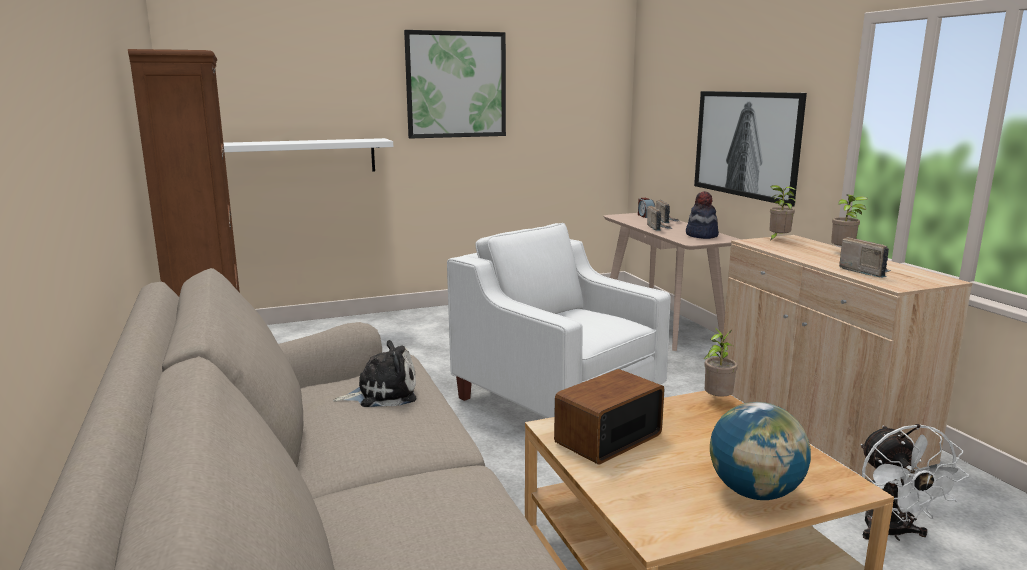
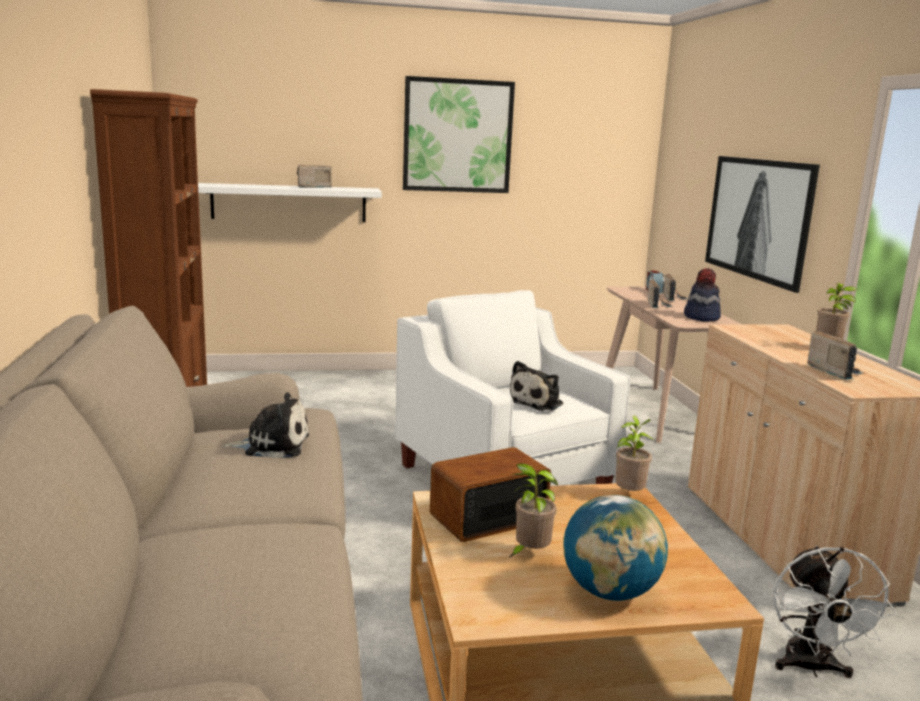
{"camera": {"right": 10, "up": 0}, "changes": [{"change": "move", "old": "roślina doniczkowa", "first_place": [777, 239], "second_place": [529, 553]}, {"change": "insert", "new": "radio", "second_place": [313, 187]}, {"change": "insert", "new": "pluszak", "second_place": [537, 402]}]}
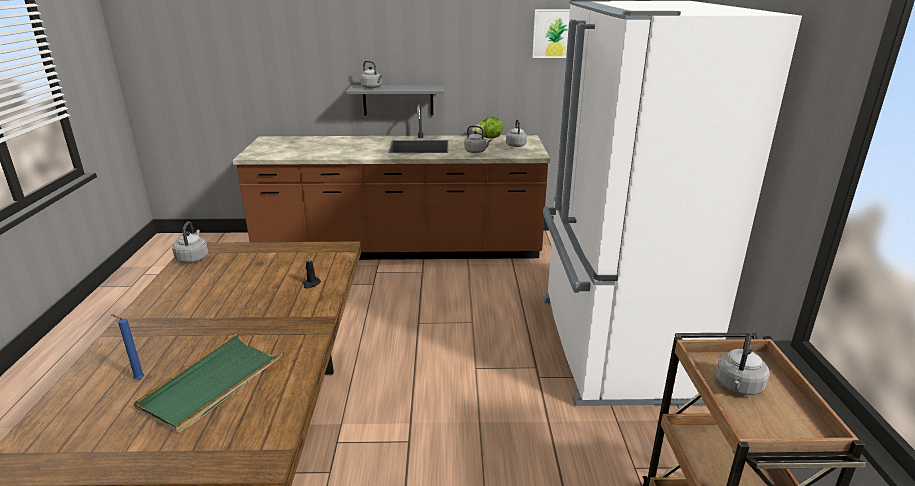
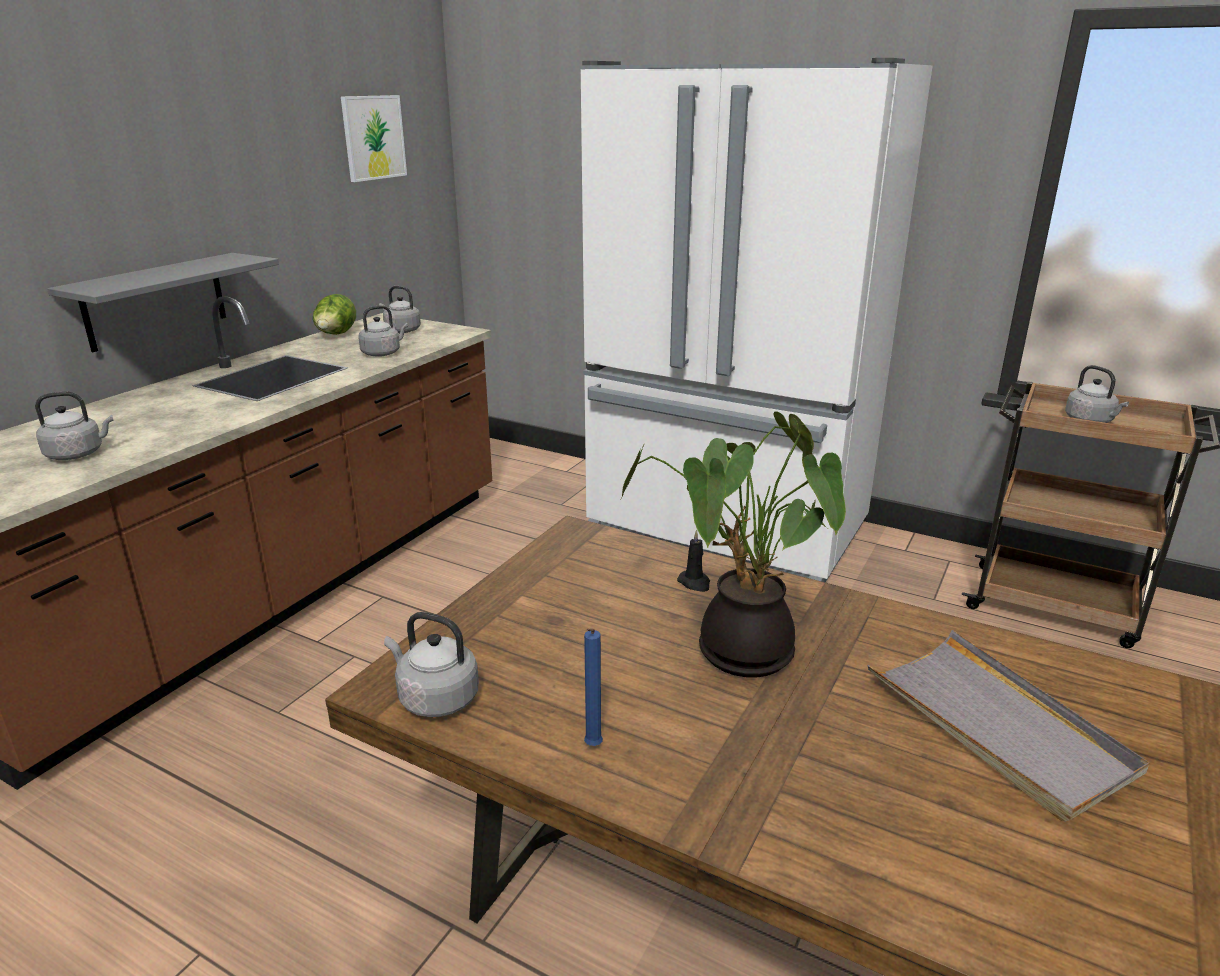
{"camera": {"right": -60, "up": 0}, "changes": [{"change": "move", "old": "świeca/niebieski", "first_place": [138, 379], "second_place": [592, 747]}, {"change": "recolor", "old": "taca/zielony", "new": "taca/szary", "first_place": [213, 384], "second_place": [998, 726]}, {"change": "move", "old": "czajnik/szary", "first_place": [372, 87], "second_place": [78, 454]}, {"change": "insert", "new": "roślina doniczkowa", "second_place": [736, 653]}]}
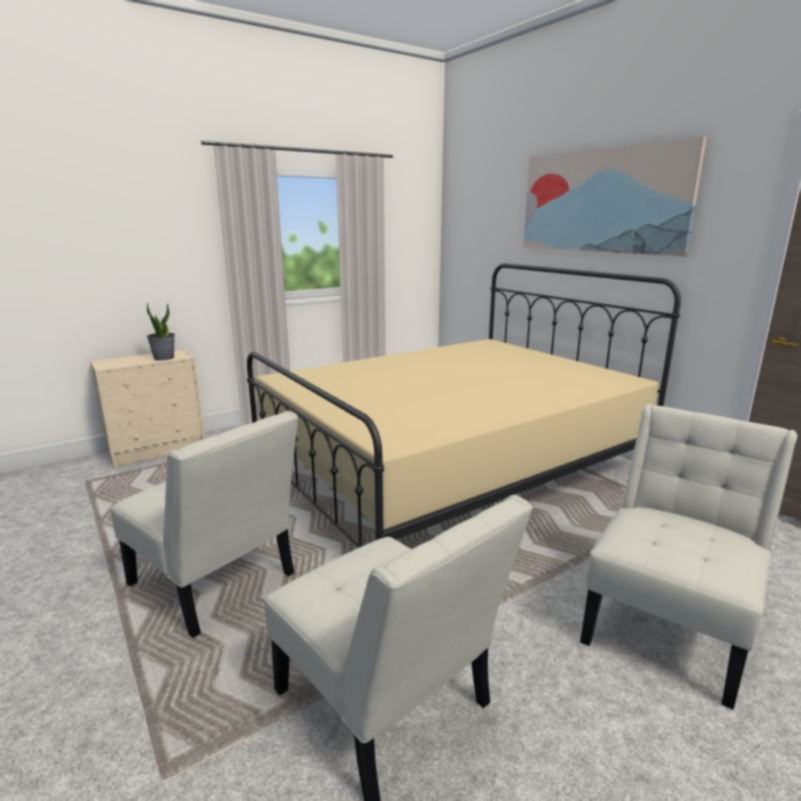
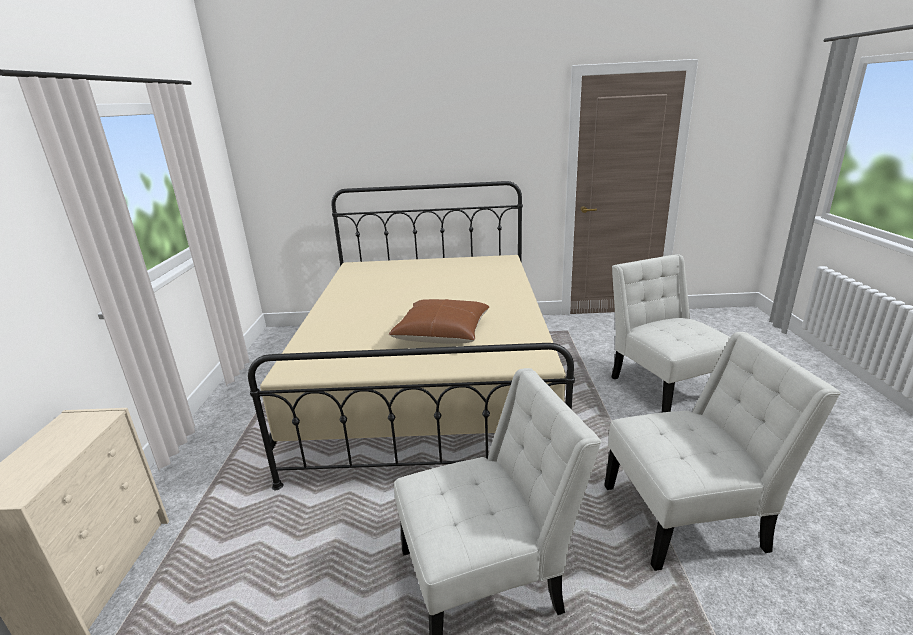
{"camera": {"right": -55, "up": 5}, "changes": [{"change": "delete", "old": "roślina doniczkowa", "first_place": [164, 358]}, {"change": "delete", "old": "obraz", "first_place": [601, 201]}, {"change": "insert", "new": "poduszka/brązowy", "second_place": [442, 333]}]}
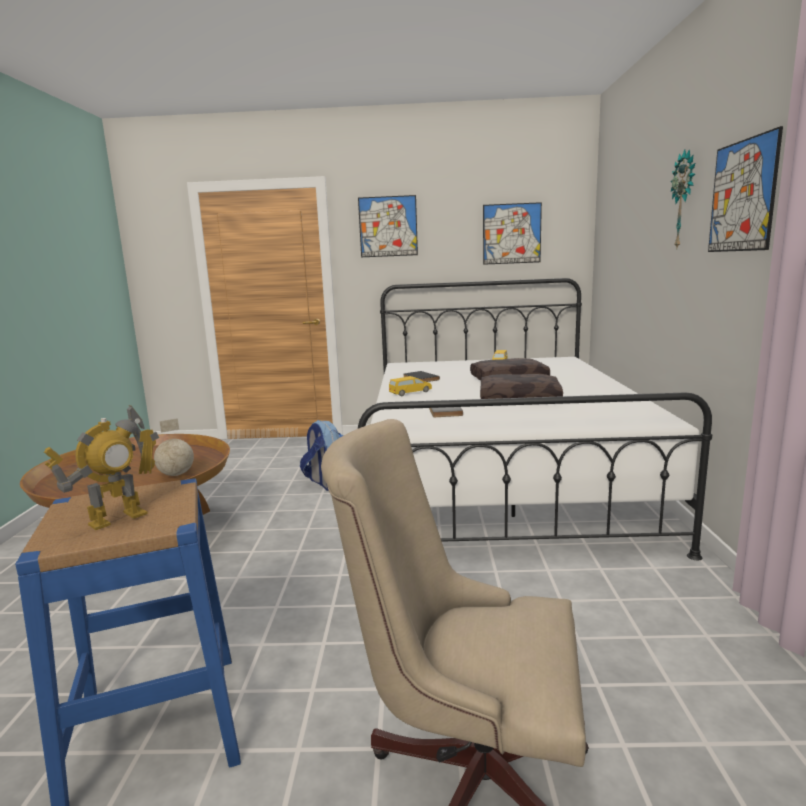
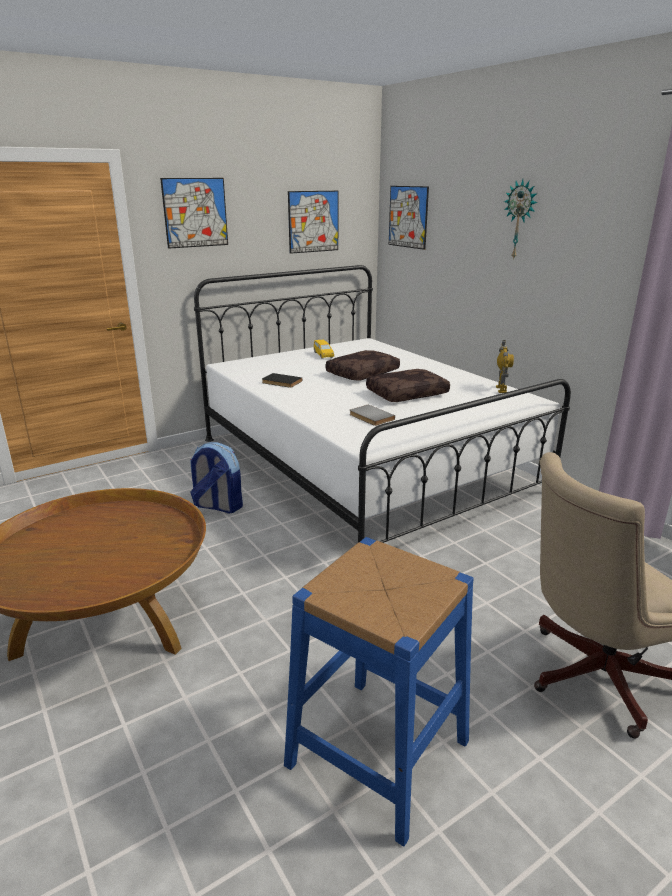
{"camera": {"right": -35, "up": 10}, "changes": [{"change": "move", "old": "robot zabawkowy", "first_place": [118, 518], "second_place": [501, 389]}, {"change": "delete", "old": "globus", "first_place": [177, 474]}, {"change": "delete", "old": "samochodzik/żółty", "first_place": [410, 393]}, {"change": "move", "old": "obraz", "first_place": [742, 196], "second_place": [408, 217]}]}
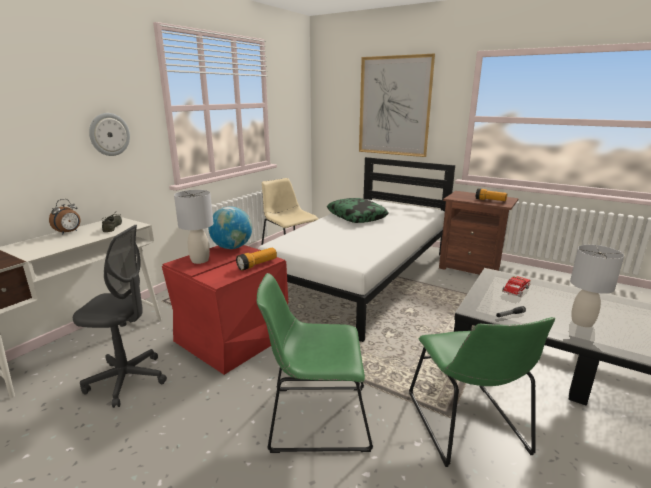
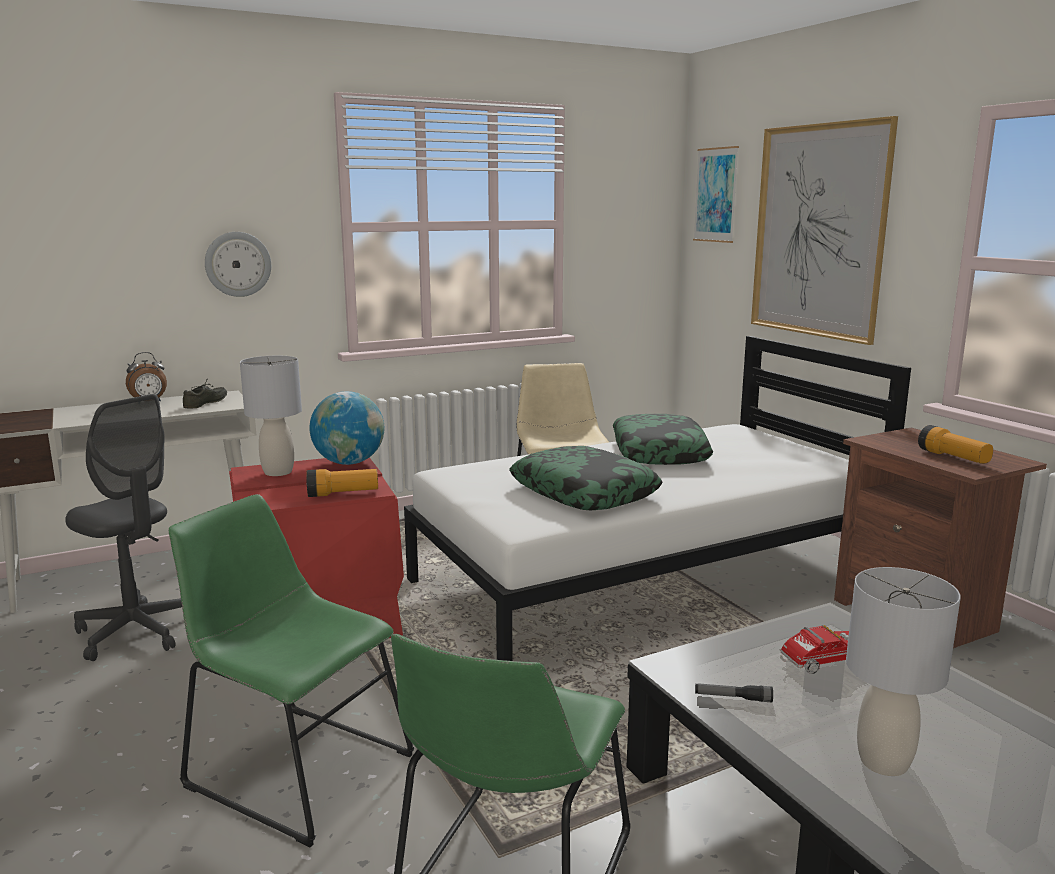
{"camera": {"right": 30, "up": -5}, "changes": [{"change": "insert", "new": "poduszka", "second_place": [584, 492]}, {"change": "insert", "new": "obraz", "second_place": [715, 195]}]}
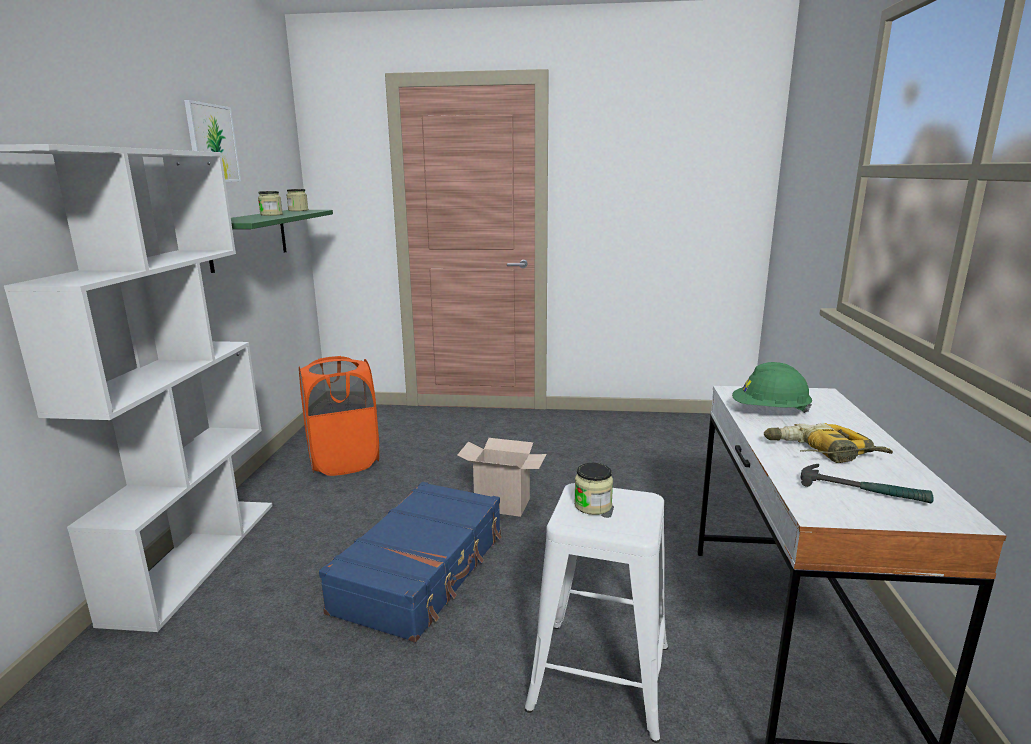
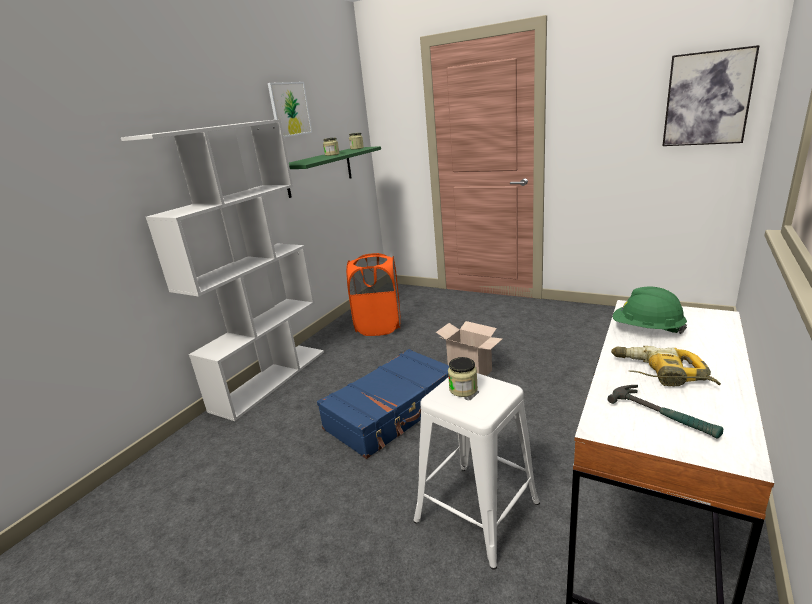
{"camera": {"right": 25, "up": 5}, "changes": [{"change": "insert", "new": "obraz", "second_place": [707, 99]}]}
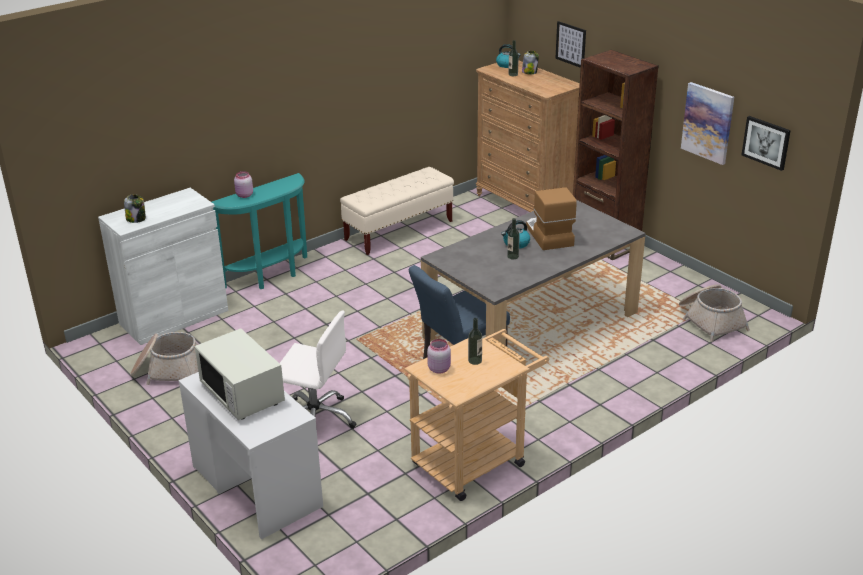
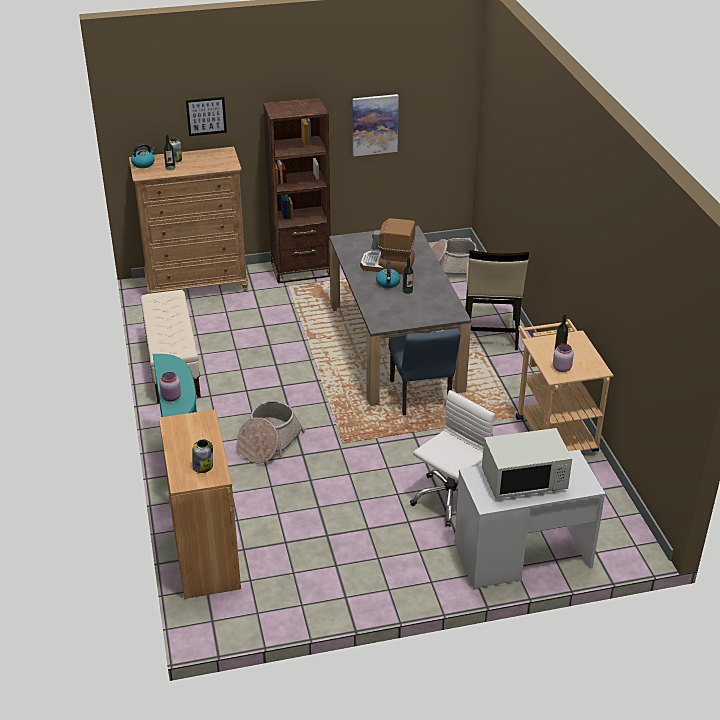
{"camera": {"right": -65, "up": 5}, "changes": [{"change": "recolor", "old": "szafka/biały", "new": "szafka/brązowy", "first_place": [174, 317], "second_place": [205, 553]}, {"change": "move", "old": "koszyk", "first_place": [168, 370], "second_place": [268, 443]}, {"change": "delete", "old": "obraz", "first_place": [766, 142]}, {"change": "insert", "new": "krzesło/beżowy", "second_place": [490, 333]}]}
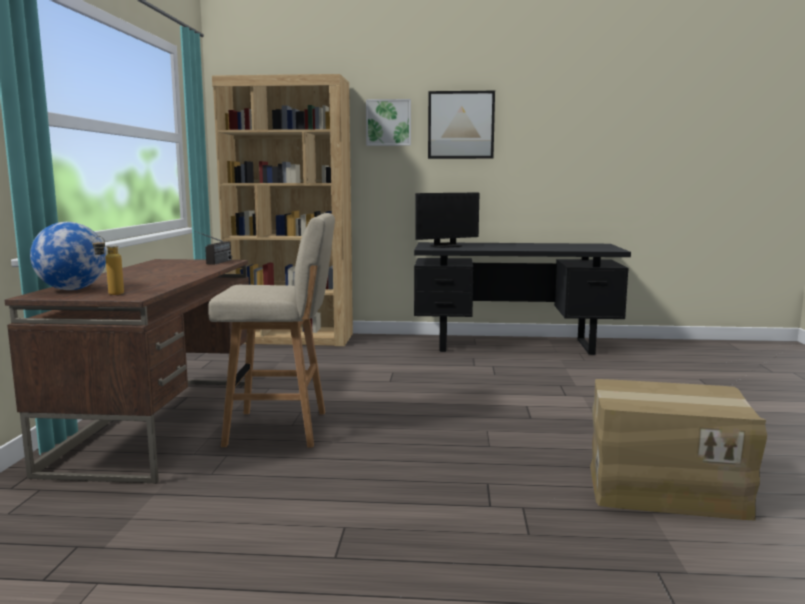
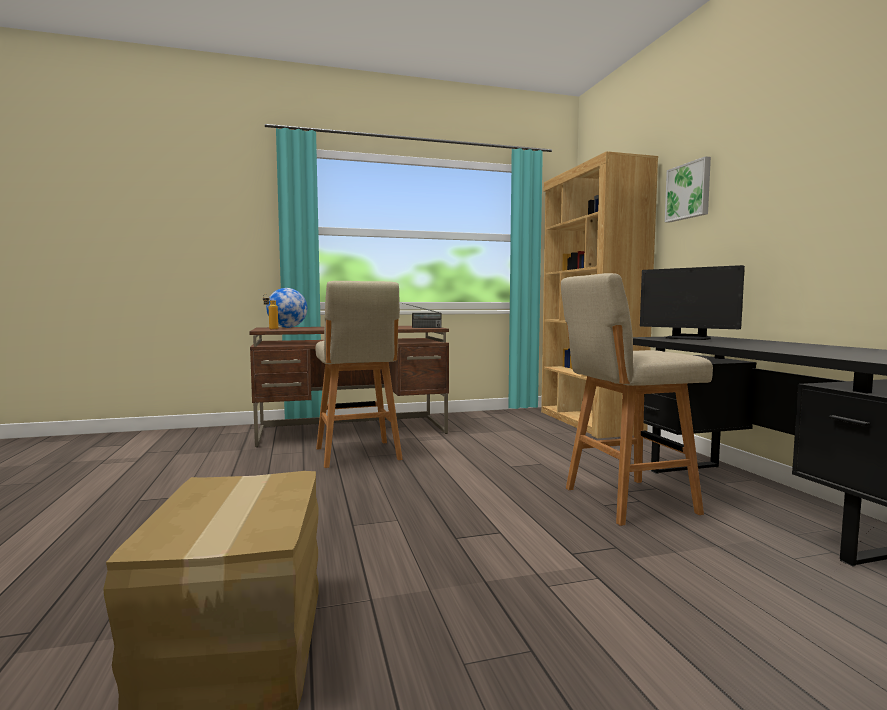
{"camera": {"right": 70, "up": -5}, "changes": [{"change": "delete", "old": "obraz", "first_place": [461, 125]}, {"change": "insert", "new": "stołek/beżowy", "second_place": [625, 501]}]}
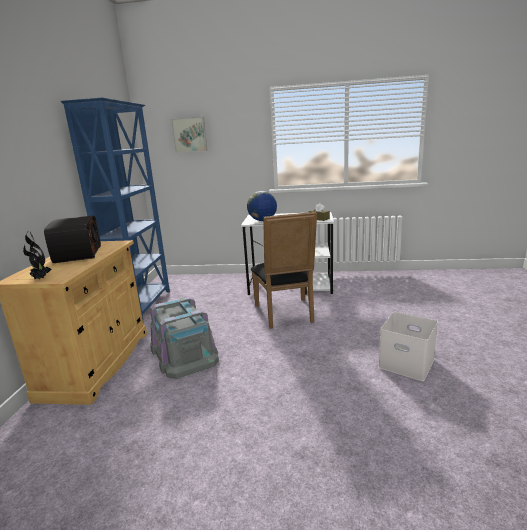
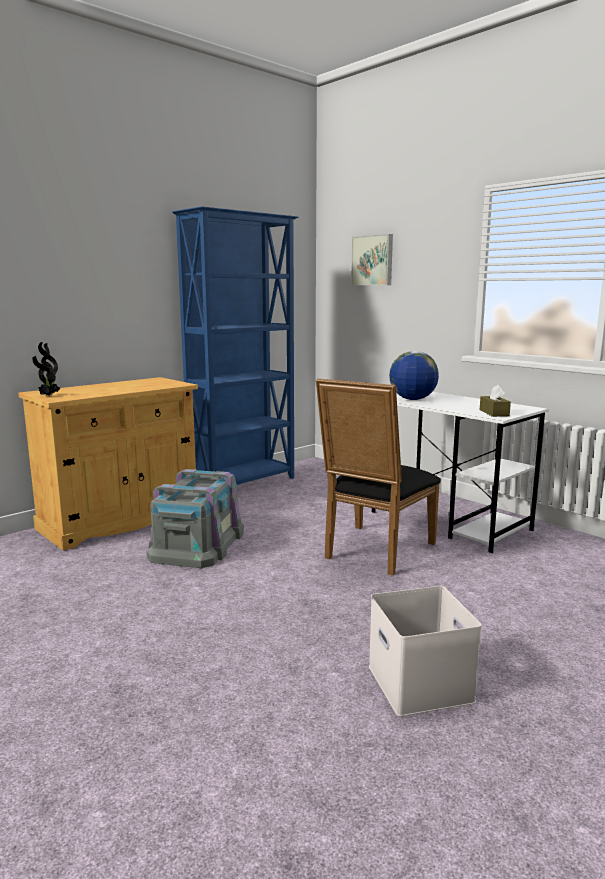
{"camera": {"right": 40, "up": -5}, "changes": [{"change": "delete", "old": "radio", "first_place": [77, 254]}]}
